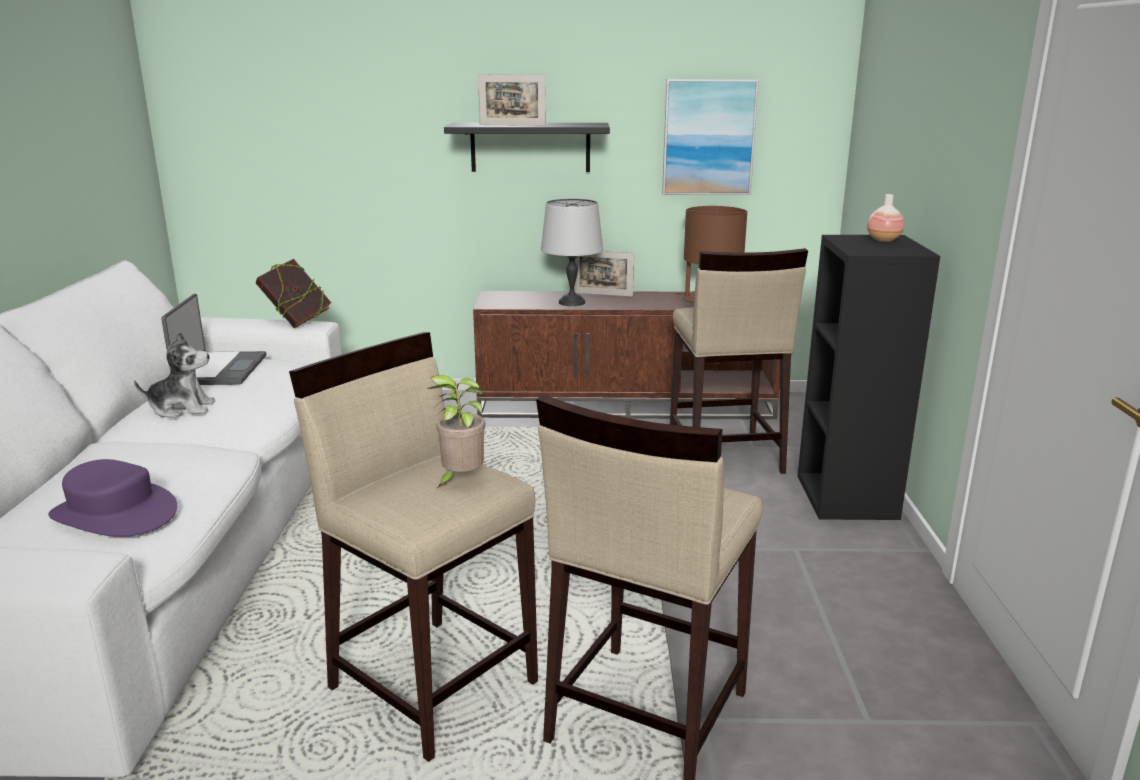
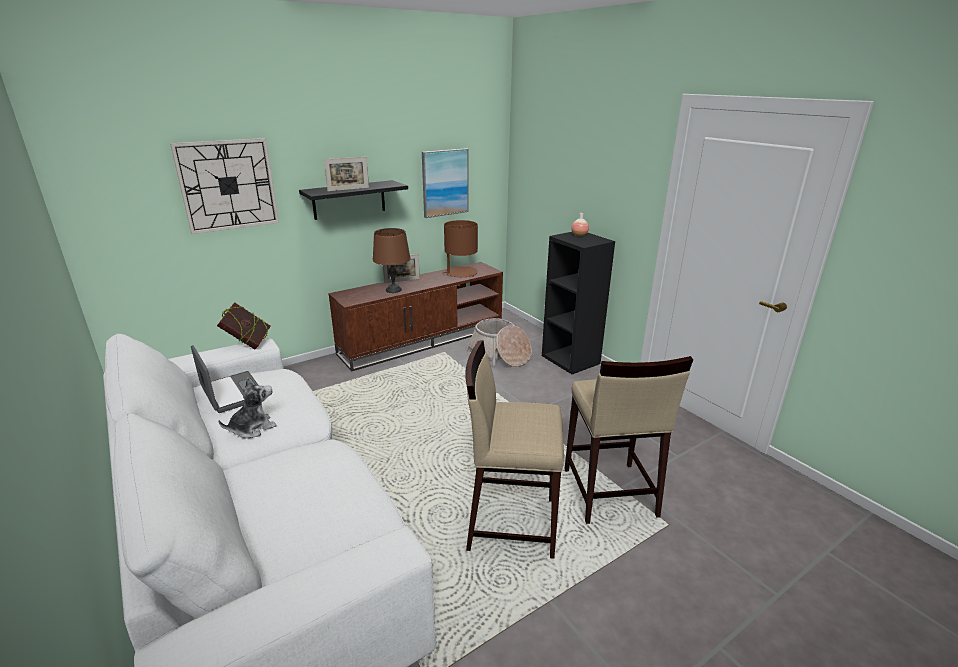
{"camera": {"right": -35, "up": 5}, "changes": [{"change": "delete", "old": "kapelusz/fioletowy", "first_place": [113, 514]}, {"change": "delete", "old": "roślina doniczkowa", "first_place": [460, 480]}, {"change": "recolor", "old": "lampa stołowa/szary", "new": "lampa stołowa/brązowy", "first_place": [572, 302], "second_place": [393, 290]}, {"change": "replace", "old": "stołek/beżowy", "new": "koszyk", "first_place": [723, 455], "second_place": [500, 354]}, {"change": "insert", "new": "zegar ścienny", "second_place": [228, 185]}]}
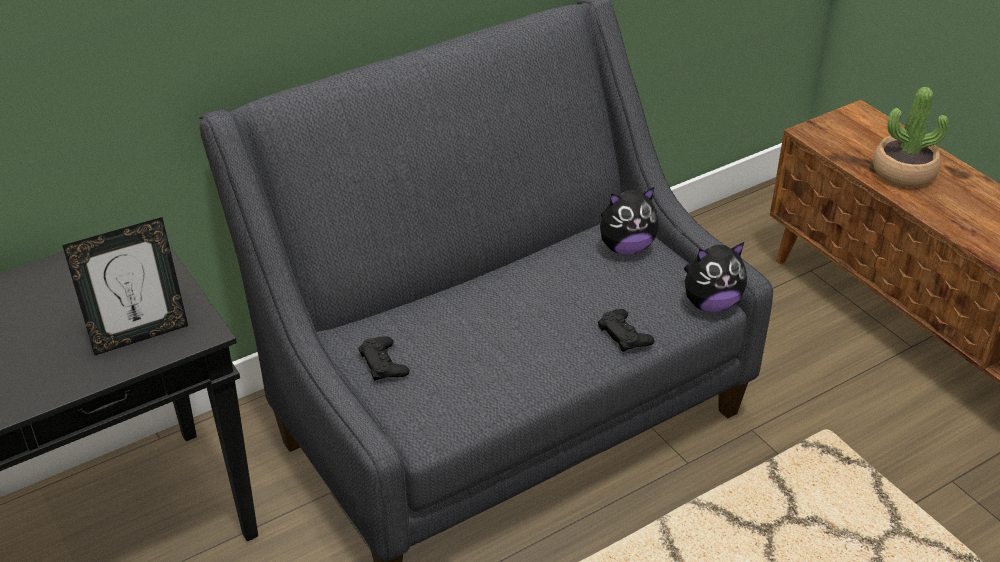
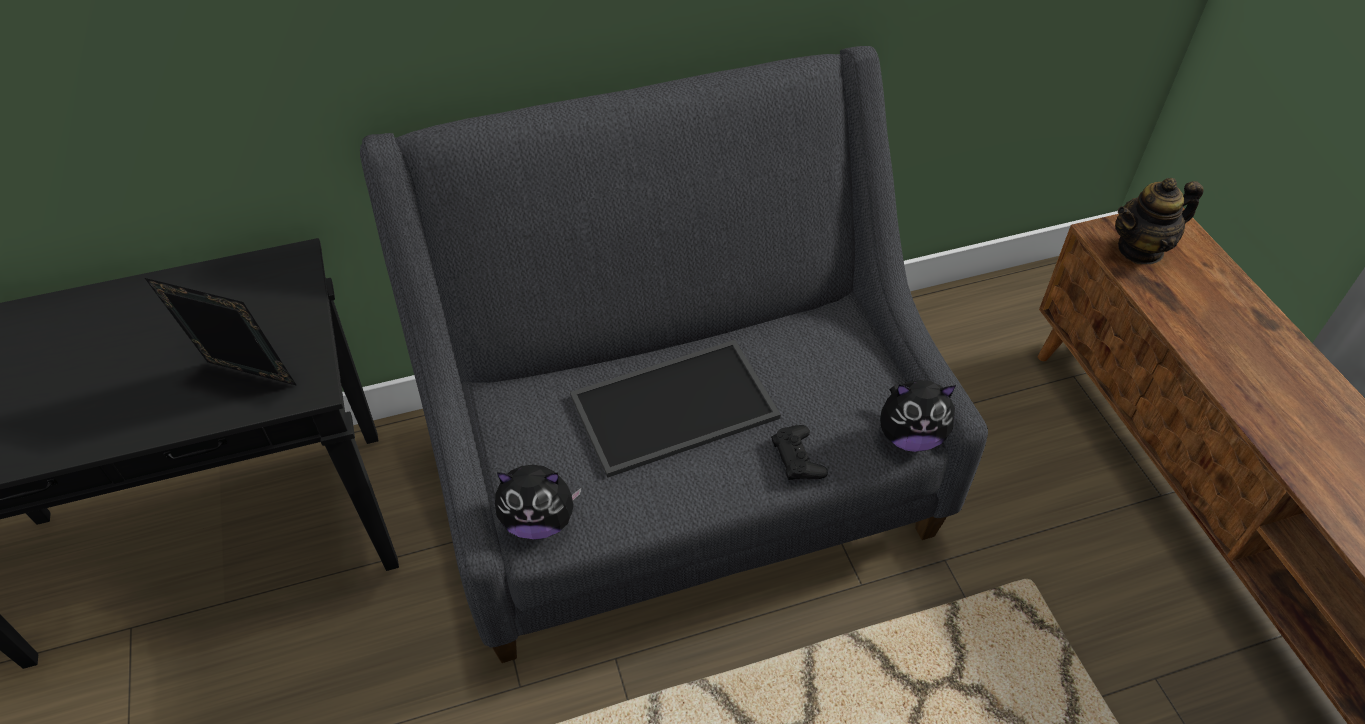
{"camera": {"right": 15, "up": 10}, "changes": [{"change": "rotate", "old": "ramka na zdjęcie", "first_place": [139, 335], "second_place": [247, 380], "degrees": -150}, {"change": "delete", "old": "pad do gier/czarny", "first_place": [383, 363]}, {"change": "move", "old": "pluszak", "first_place": [626, 247], "second_place": [539, 521]}, {"change": "delete", "old": "roślina doniczkowa", "first_place": [903, 172]}, {"change": "insert", "new": "taca", "second_place": [673, 410]}, {"change": "insert", "new": "imbryk", "second_place": [1140, 249]}]}
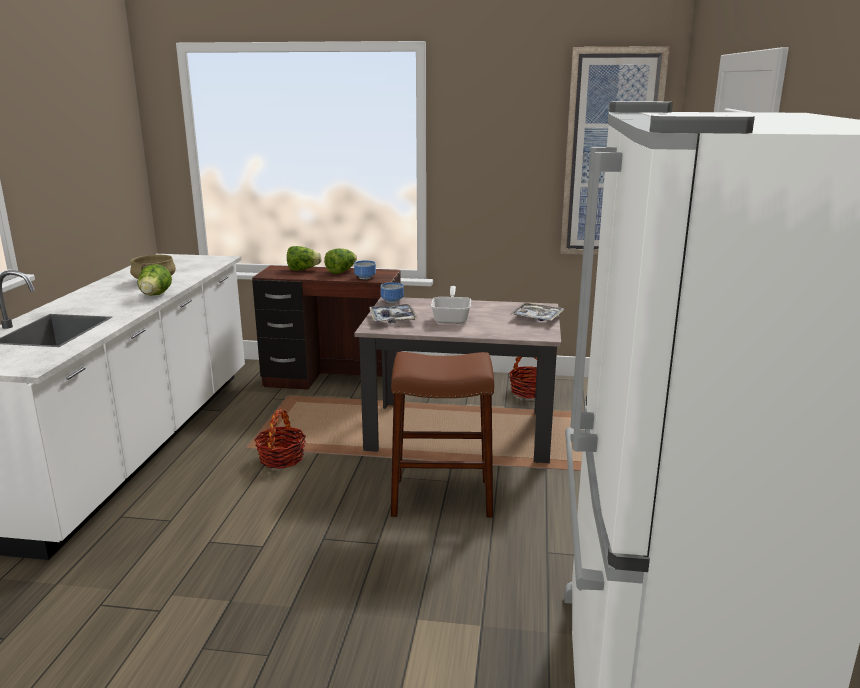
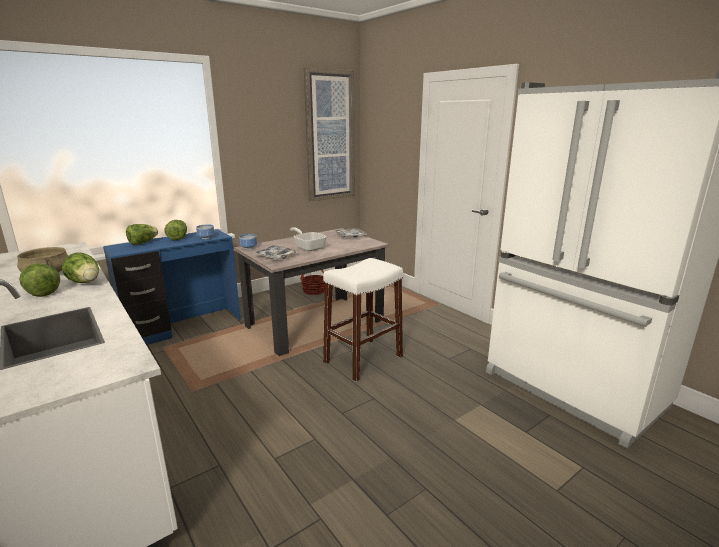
{"camera": {"right": -45, "up": 0}, "changes": [{"change": "recolor", "old": "biurko/brązowy", "new": "biurko/niebieski", "first_place": [333, 382], "second_place": [183, 327]}, {"change": "delete", "old": "koszyk", "first_place": [281, 458]}, {"change": "recolor", "old": "stołek/brązowy", "new": "stołek/biały", "first_place": [441, 497], "second_place": [363, 359]}, {"change": "insert", "new": "sałata", "second_place": [41, 292]}]}
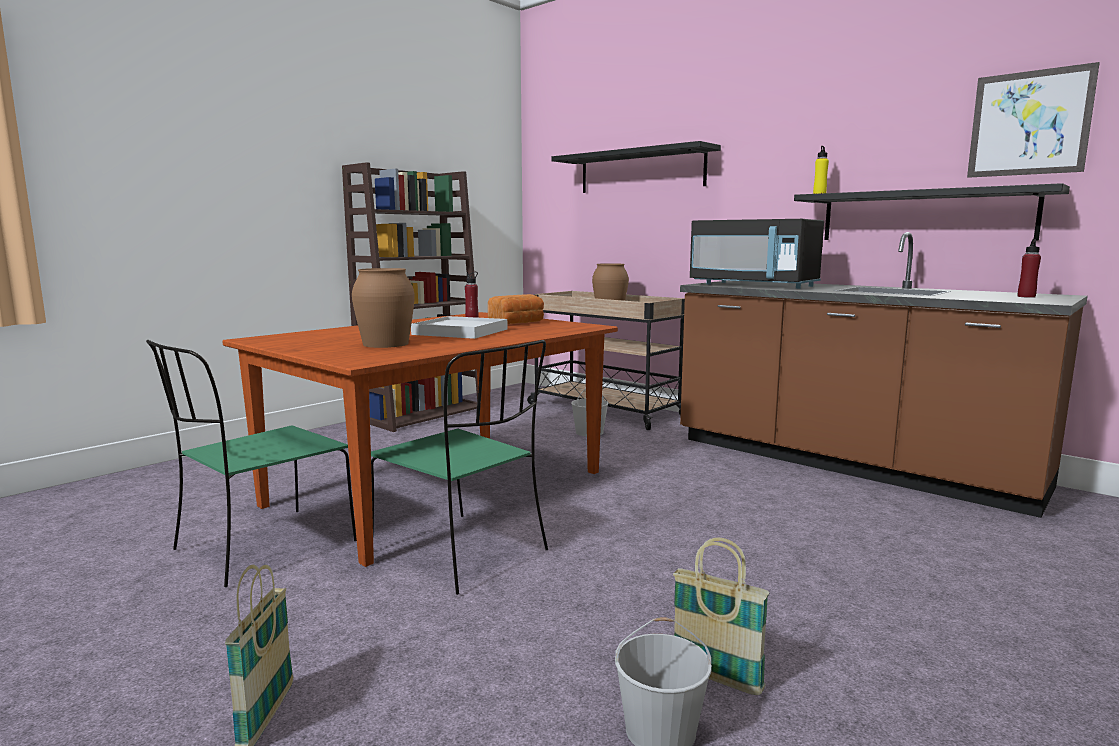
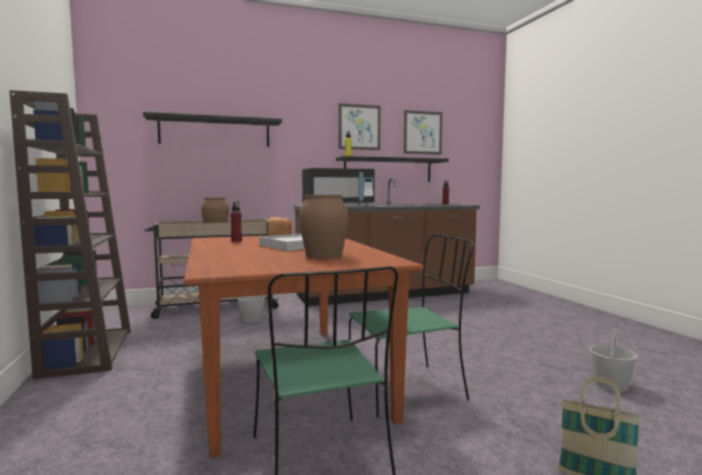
{"camera": {"right": -60, "up": -5}, "changes": [{"change": "delete", "old": "koszyk", "first_place": [715, 678]}, {"change": "insert", "new": "obraz", "second_place": [359, 127]}]}
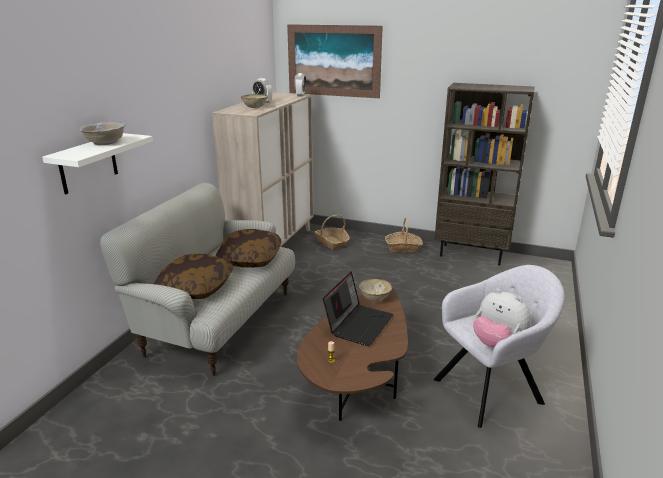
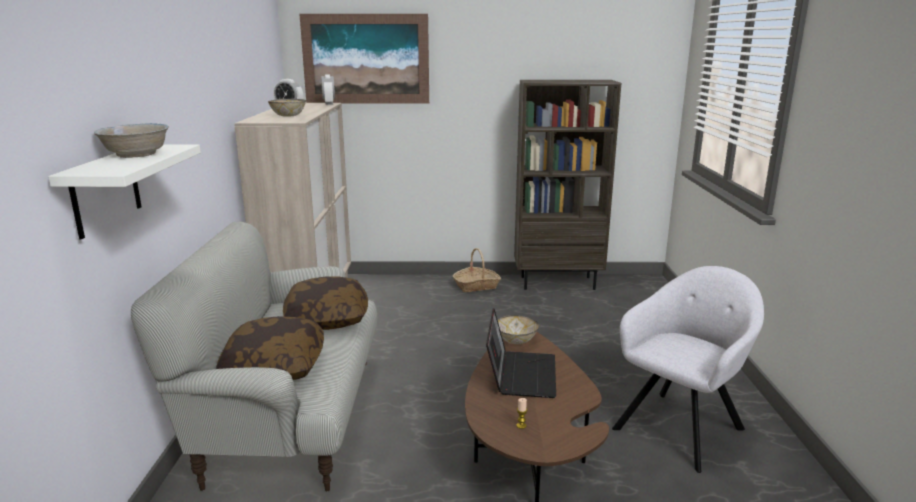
{"camera": {"right": -20, "up": -5}, "changes": [{"change": "delete", "old": "koszyk", "first_place": [332, 242]}, {"change": "delete", "old": "pluszak", "first_place": [497, 342]}]}
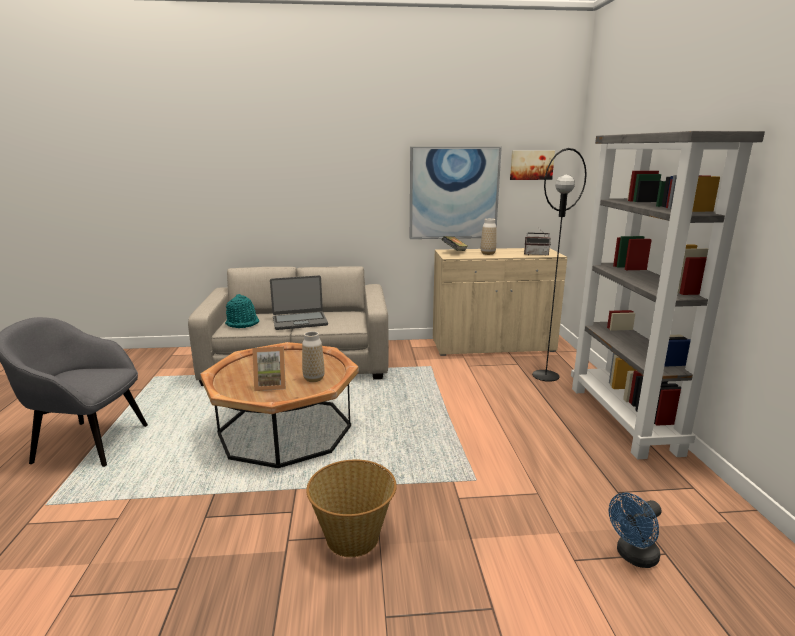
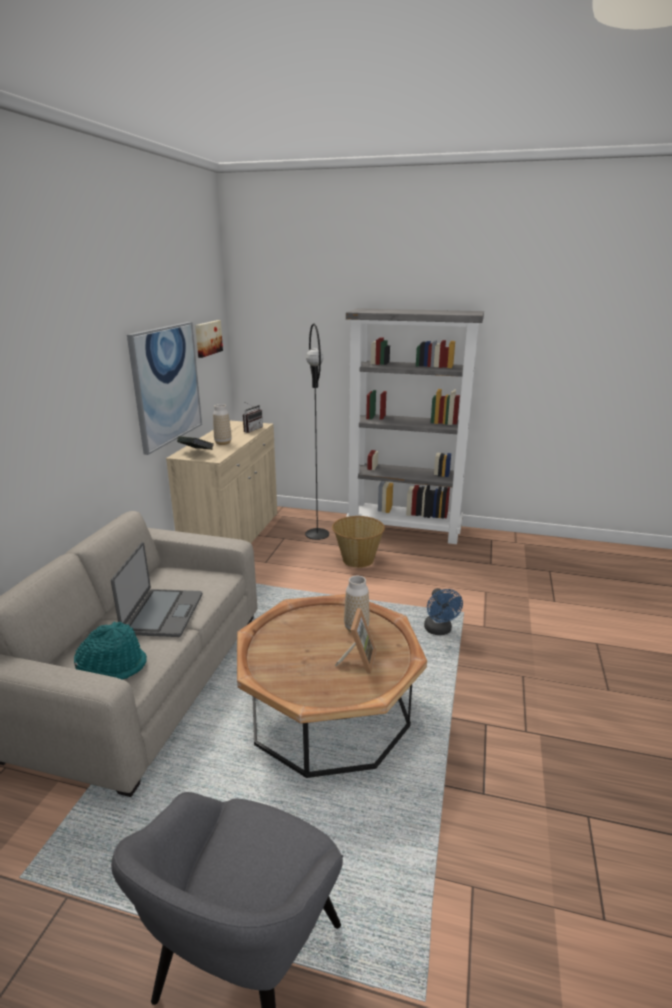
{"camera": {"right": -70, "up": 5}, "changes": [{"change": "move", "old": "koszyk", "first_place": [353, 536], "second_place": [357, 559]}, {"change": "move", "old": "wentylator/niebieski", "first_place": [633, 556], "second_place": [439, 630]}]}
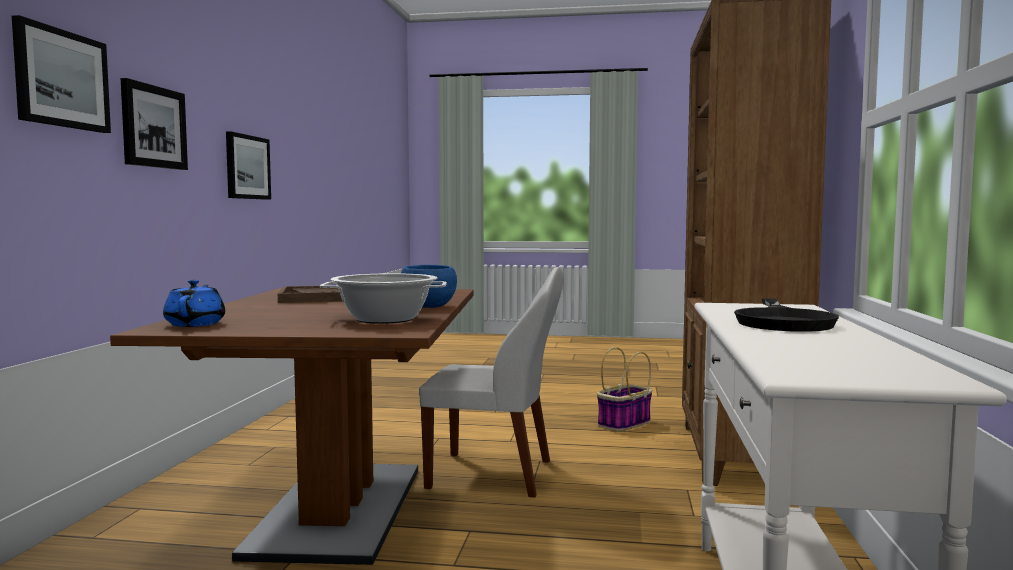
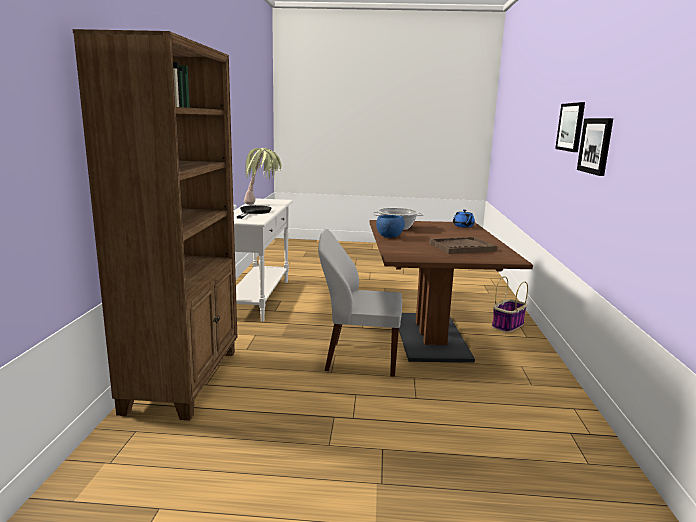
{"camera": {"right": 175, "up": 10}, "changes": [{"change": "delete", "old": "obraz", "first_place": [247, 167]}, {"change": "move", "old": "koszyk", "first_place": [624, 424], "second_place": [508, 325]}, {"change": "insert", "new": "roślina doniczkowa", "second_place": [263, 204]}]}
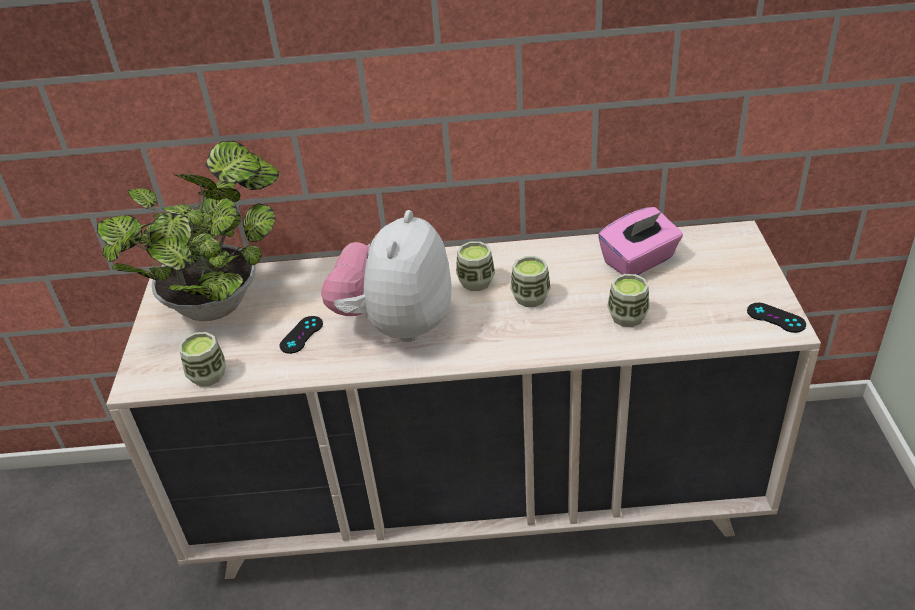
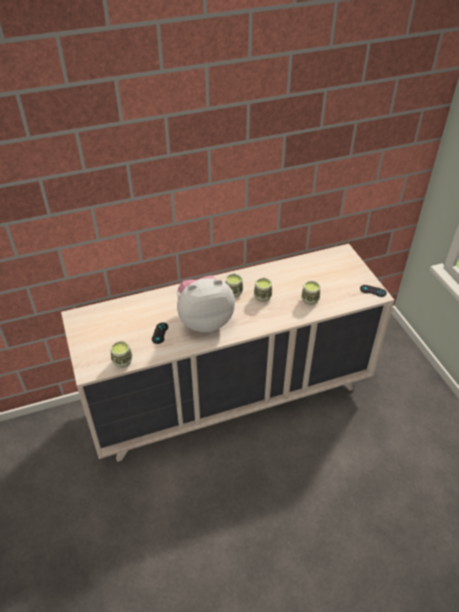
{"camera": {"right": -20, "up": 5}, "changes": [{"change": "delete", "old": "roślina doniczkowa", "first_place": [219, 301]}, {"change": "rotate", "old": "pluszak", "first_place": [396, 324], "second_place": [204, 320], "degrees": 75}, {"change": "delete", "old": "pudełko chusteczek/różowy", "first_place": [639, 261]}]}
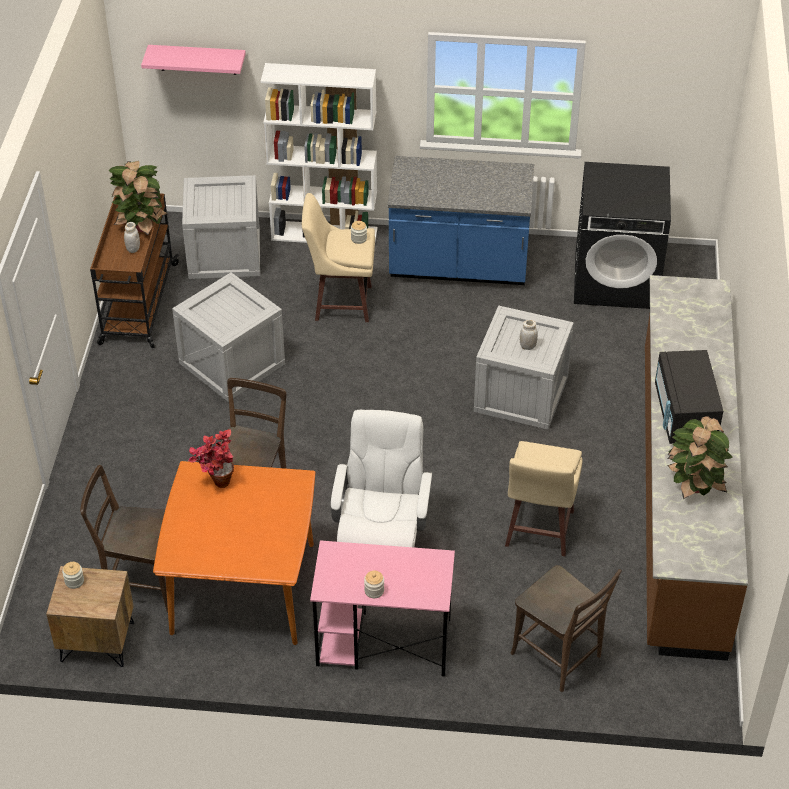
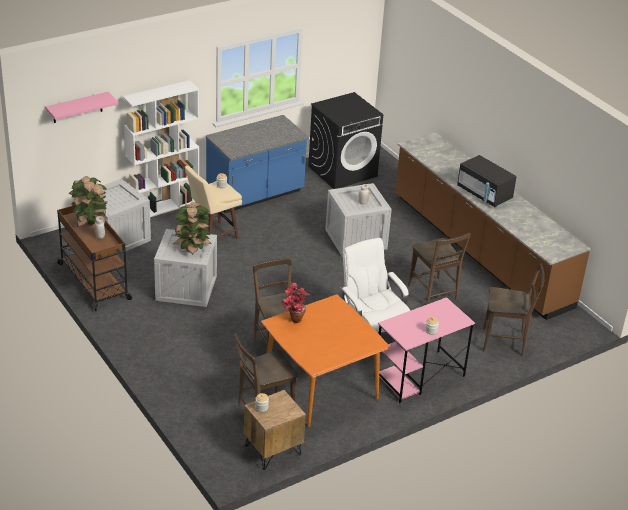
{"camera": {"right": -40, "up": -10}, "changes": [{"change": "replace", "old": "stołek/beżowy", "new": "krzesło/brązowy", "first_place": [538, 530], "second_place": [434, 294]}, {"change": "move", "old": "roślina doniczkowa", "first_place": [694, 487], "second_place": [192, 250]}]}
